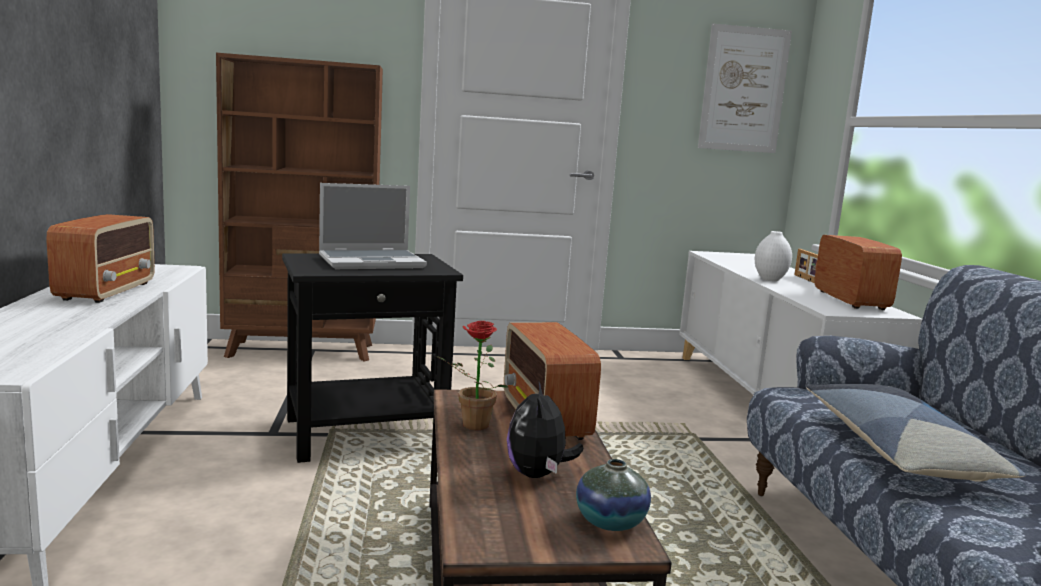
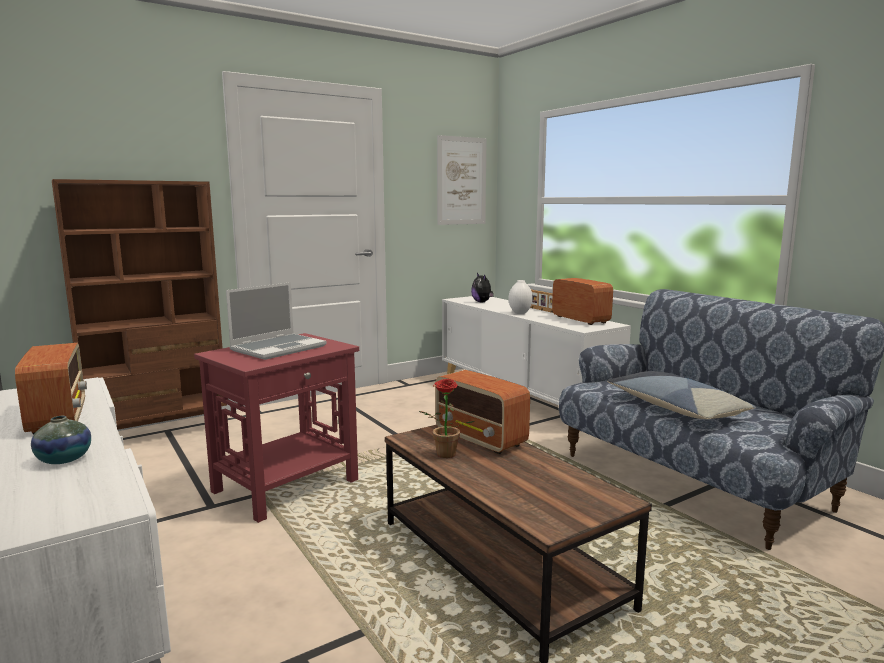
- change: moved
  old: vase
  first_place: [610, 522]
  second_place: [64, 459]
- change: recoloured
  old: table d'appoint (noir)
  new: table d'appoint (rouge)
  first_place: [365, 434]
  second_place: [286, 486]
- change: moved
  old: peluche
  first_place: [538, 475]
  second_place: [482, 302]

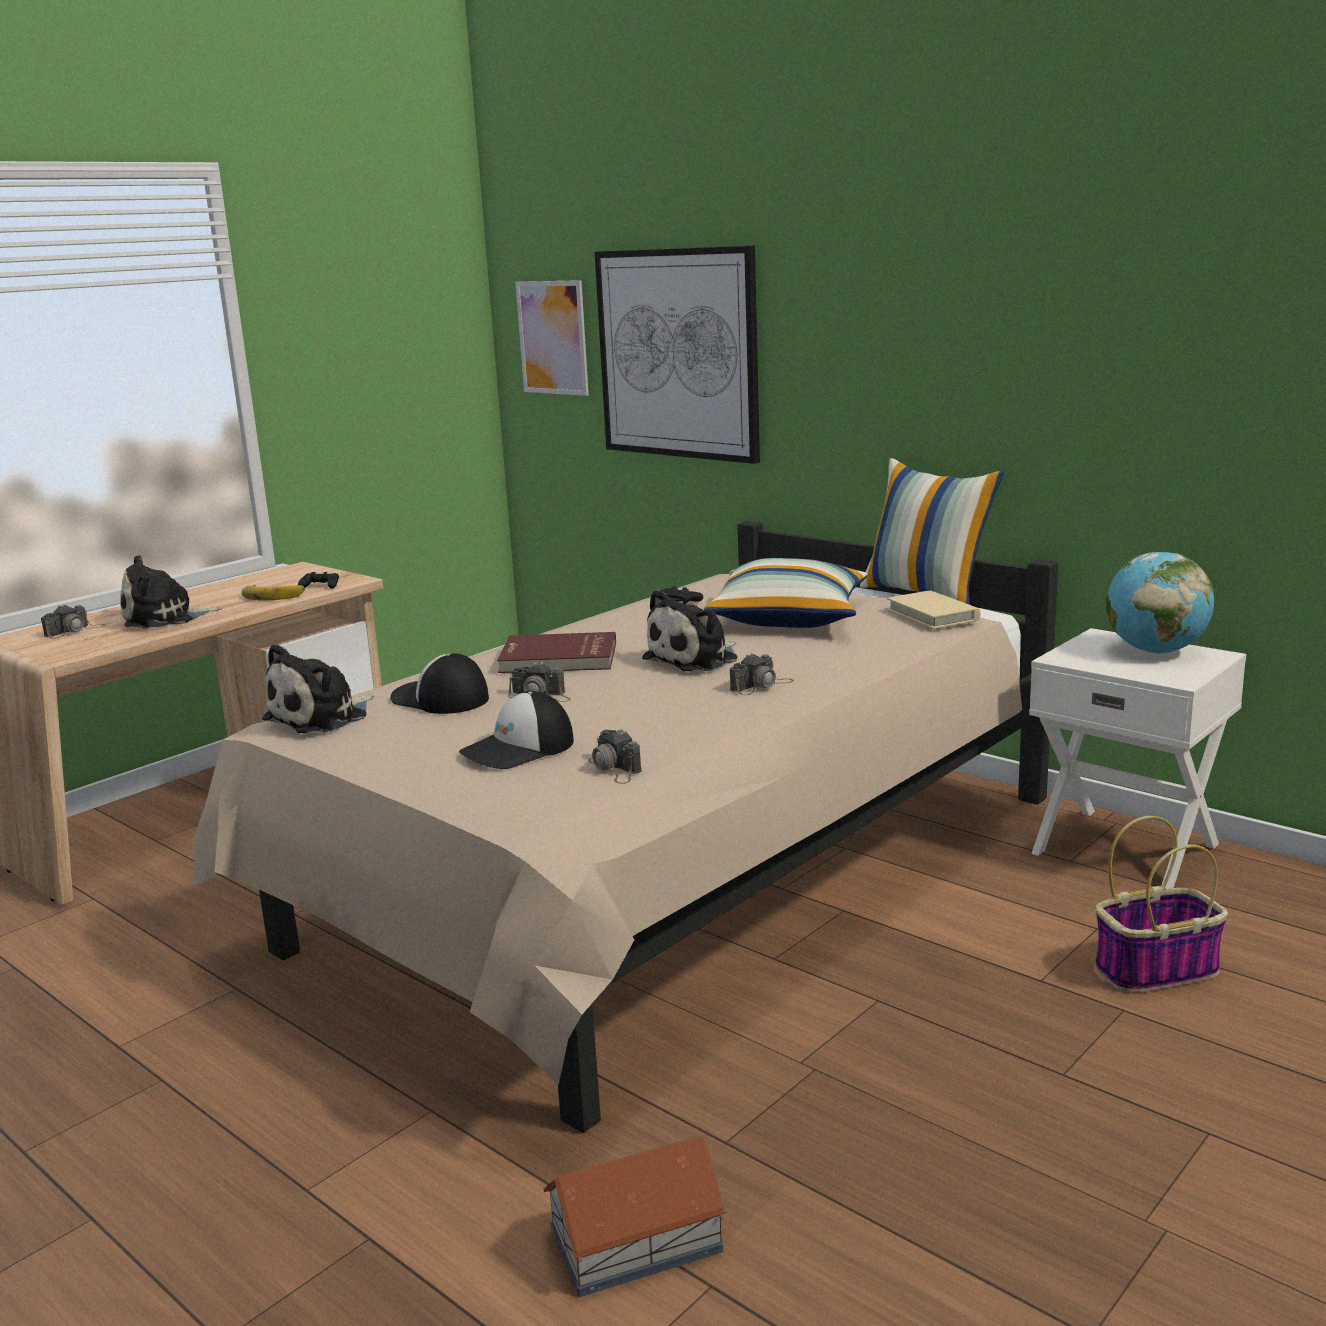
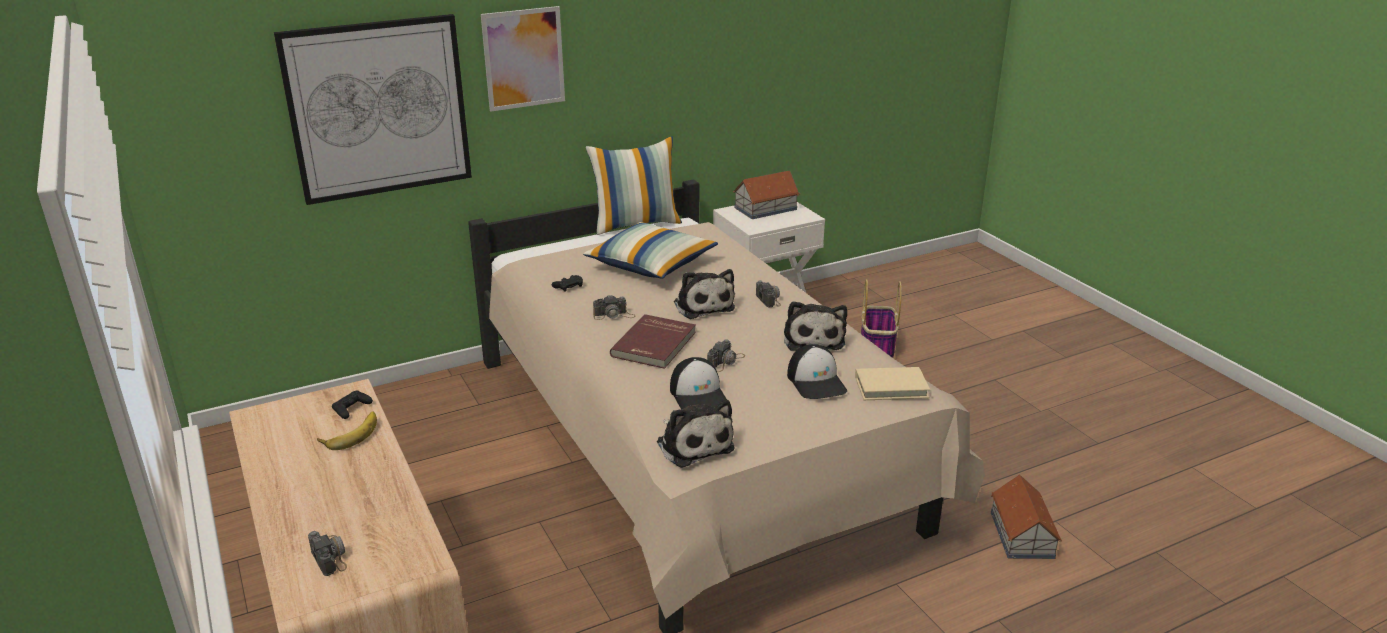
- change: moved
  old: tableau
  first_place: [552, 337]
  second_place: [524, 58]
- change: moved
  old: appareil photo
  first_place: [614, 768]
  second_place: [614, 315]
- change: turned
  old: casquette
  first_place: [439, 699]
  second_place: [699, 395]
  degrees: -75
- change: replaced
  old: globe
  new: maison miniature
  first_place: [1155, 651]
  second_place: [764, 208]
- change: moved
  old: peluche
  first_place: [164, 618]
  second_place: [813, 338]
- change: moved
  old: livre (beige)
  first_place: [932, 615]
  second_place: [891, 387]

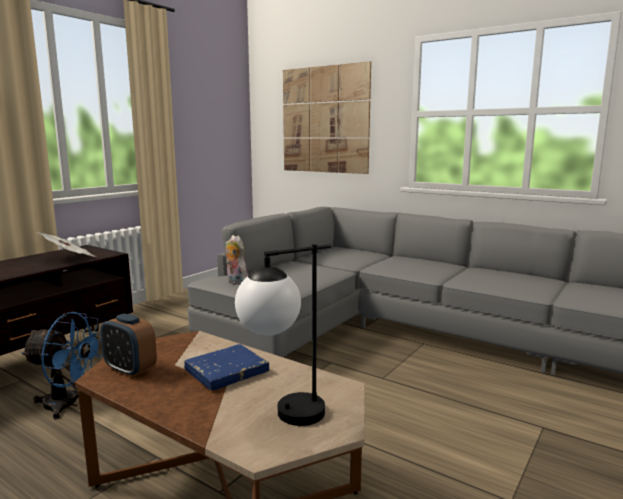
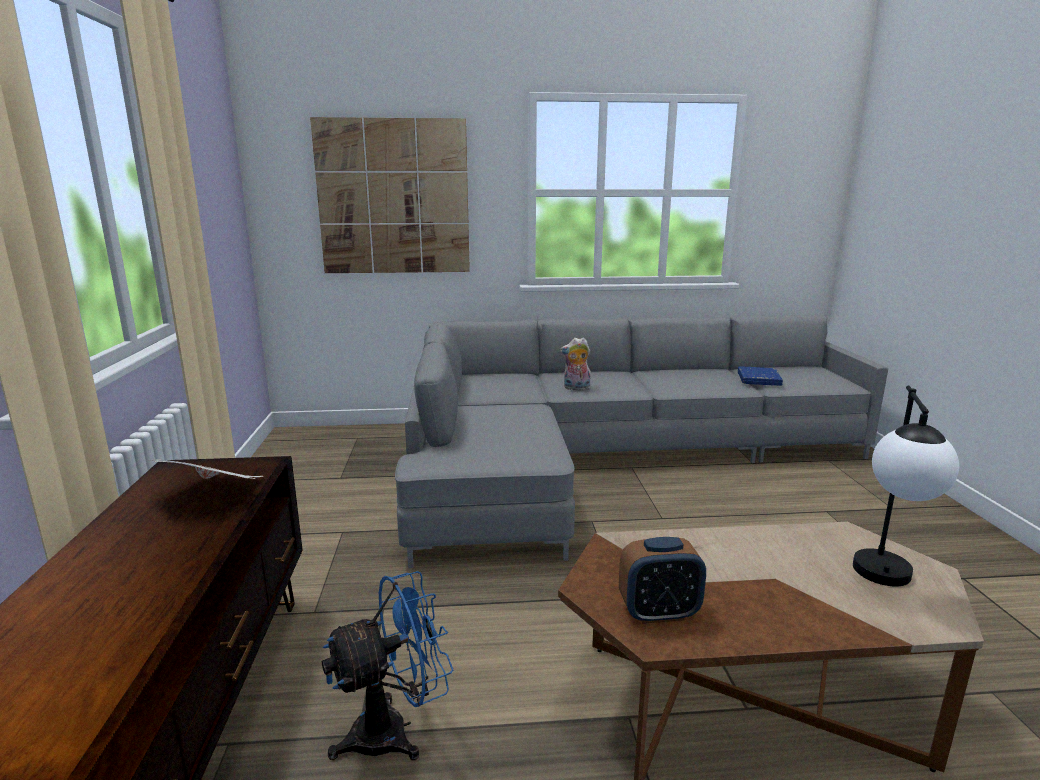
- change: moved
  old: peluche
  first_place: [235, 282]
  second_place: [576, 388]
- change: moved
  old: livre (bleu)
  first_place: [226, 371]
  second_place: [758, 379]

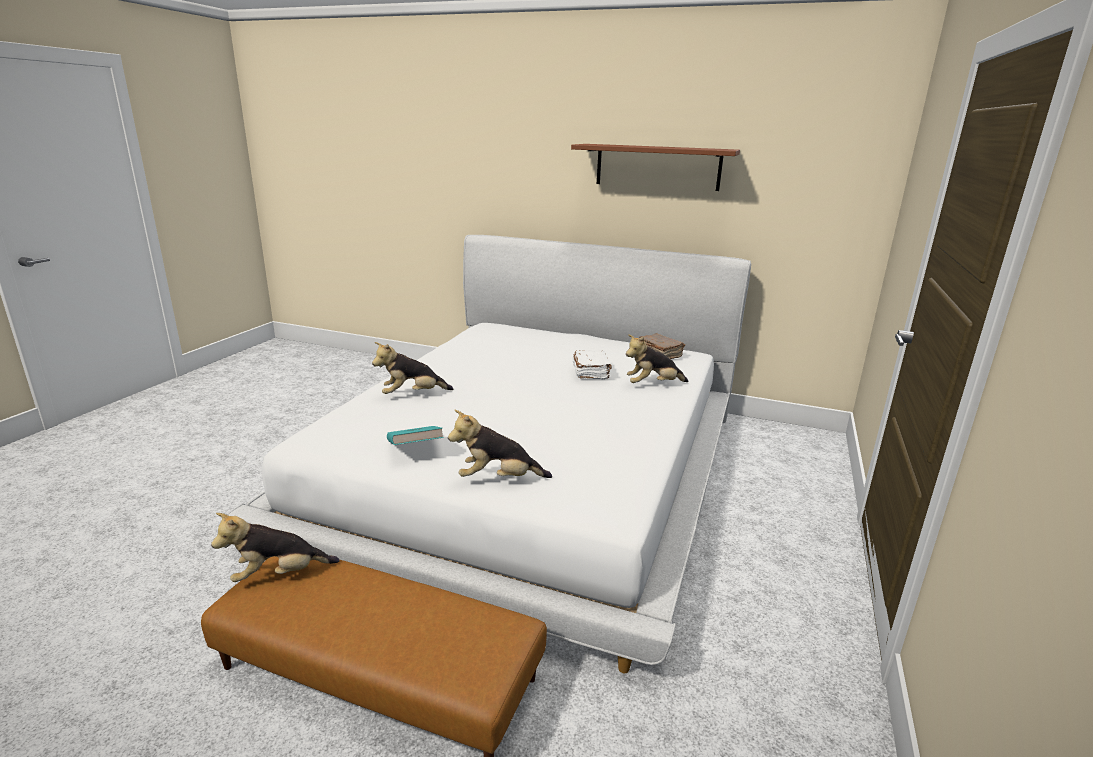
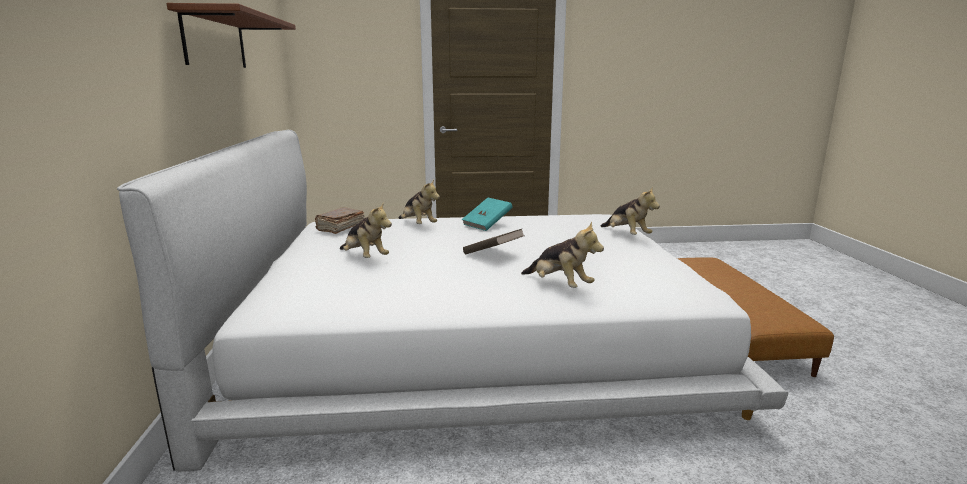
- change: moved
  old: peluche
  first_place: [279, 574]
  second_place: [364, 257]
- change: moved
  old: livre (turquoise)
  first_place: [415, 450]
  second_place: [487, 224]
- change: added
  new: livre (marron)
  second_place: [493, 254]
- change: removed
  old: livre (blanc)
  first_place: [591, 373]

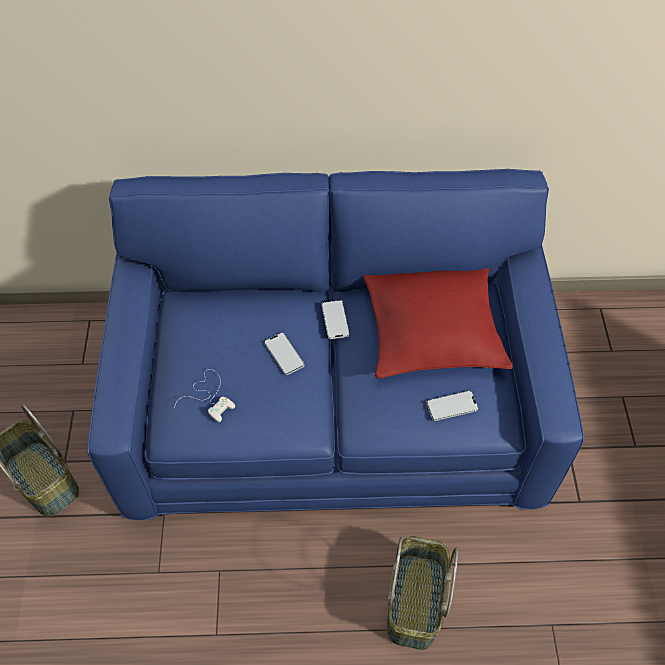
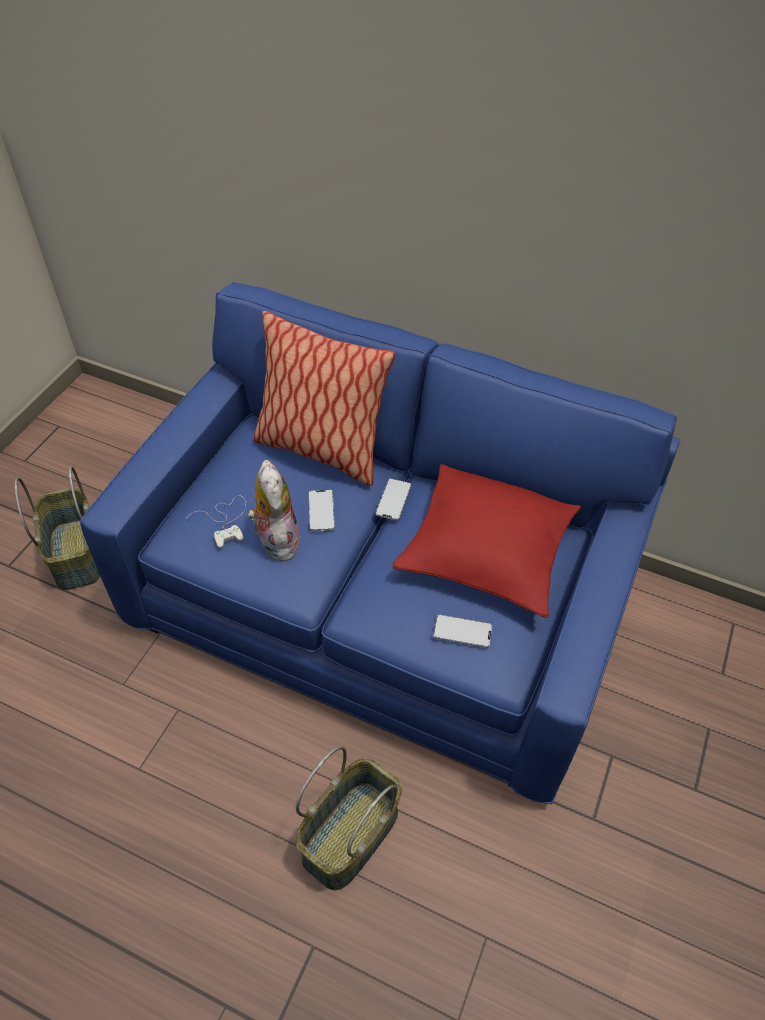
- change: added
  new: peluche
  second_place: [276, 539]
- change: added
  new: coussin
  second_place: [320, 449]

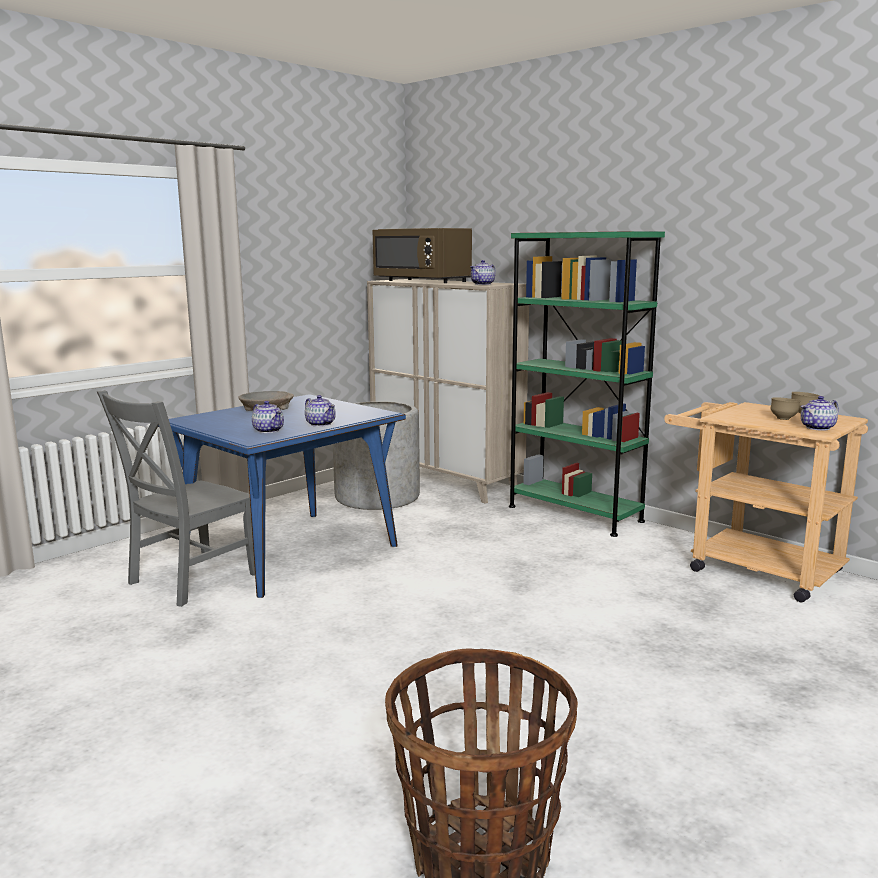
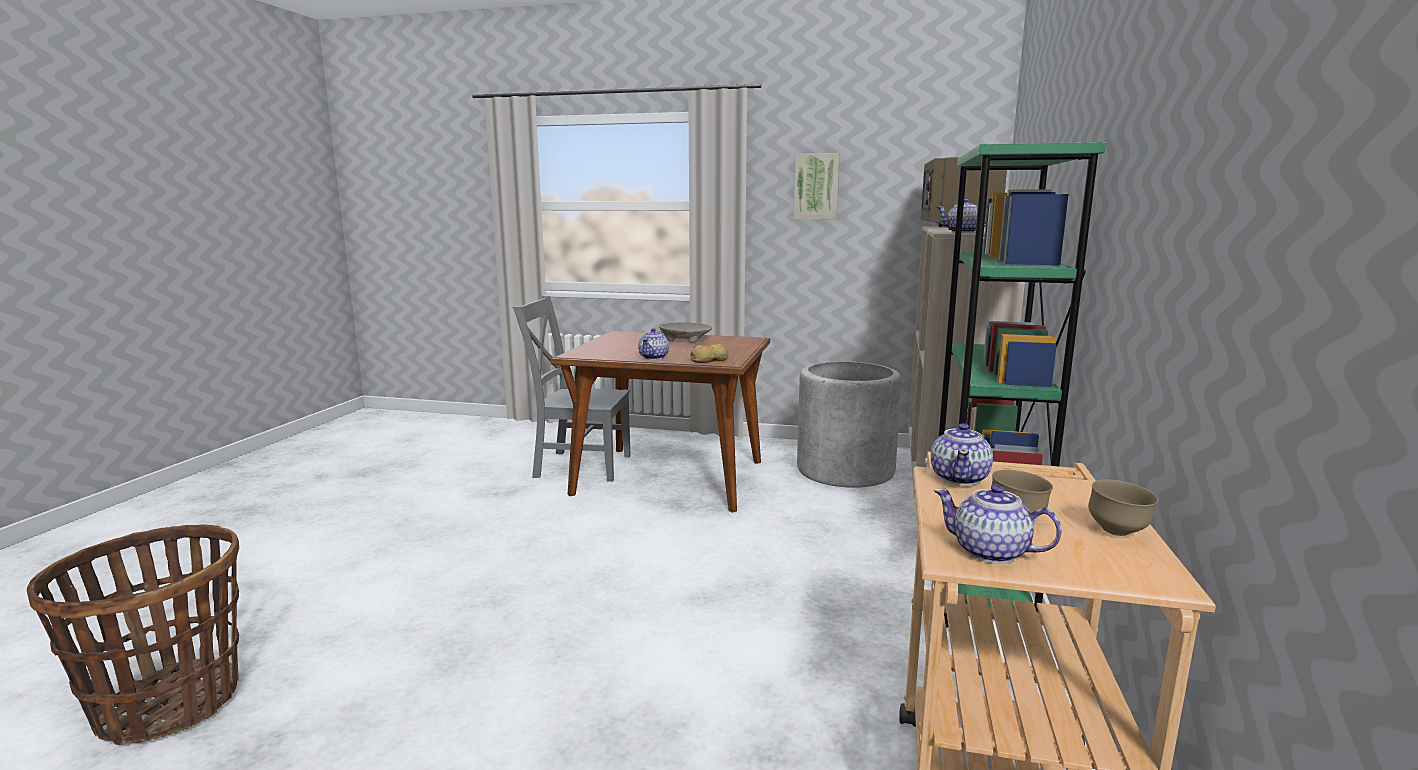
- change: recoloured
  old: table à manger (bleu)
  new: table à manger (marron)
  first_place: [291, 550]
  second_place: [670, 478]
- change: added
  new: pain
  second_place: [710, 360]
- change: added
  new: tableau
  second_place: [816, 186]
- change: moved
  old: théière
  first_place: [268, 430]
  second_place: [960, 478]

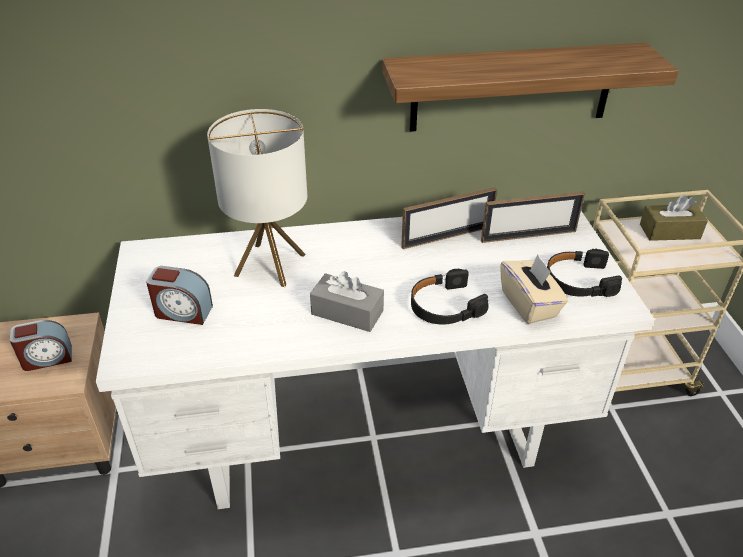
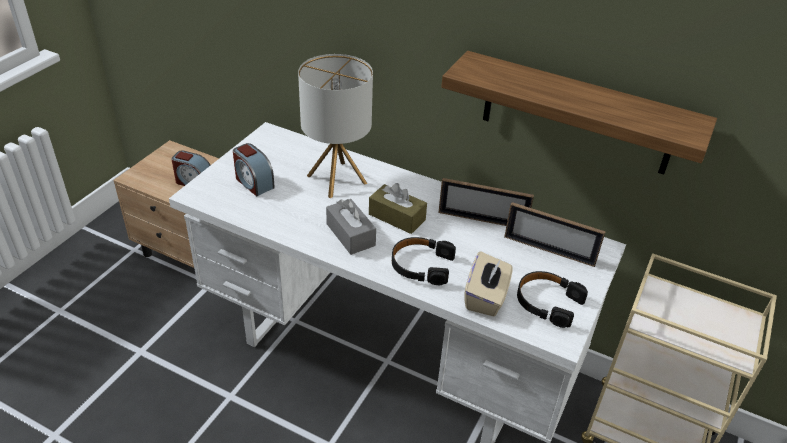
- change: moved
  old: boîte à mouchoirs (marron)
  first_place: [669, 231]
  second_place: [397, 217]

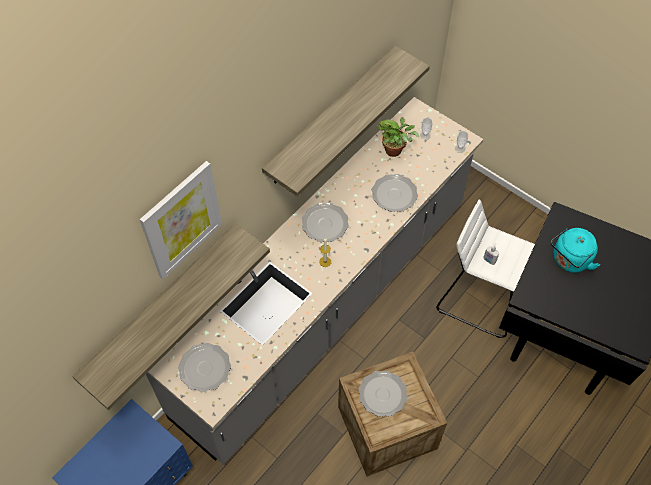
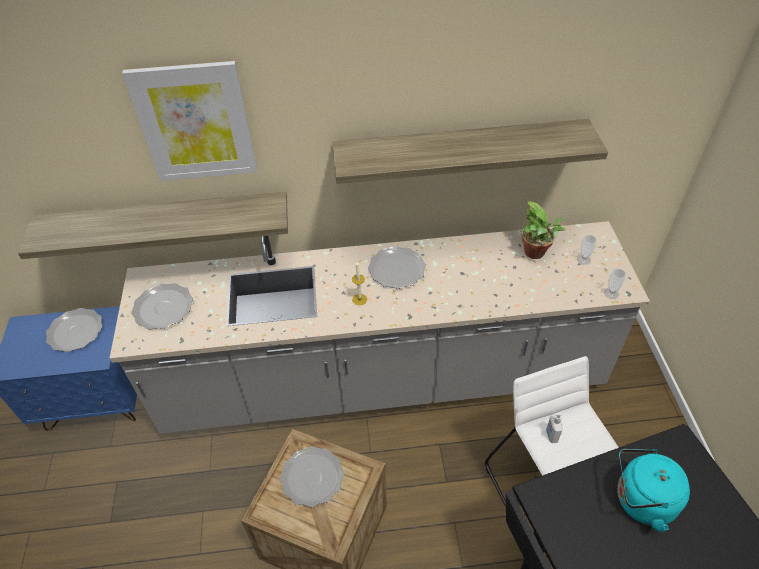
- change: moved
  old: assiette
  first_place: [394, 194]
  second_place: [76, 331]

